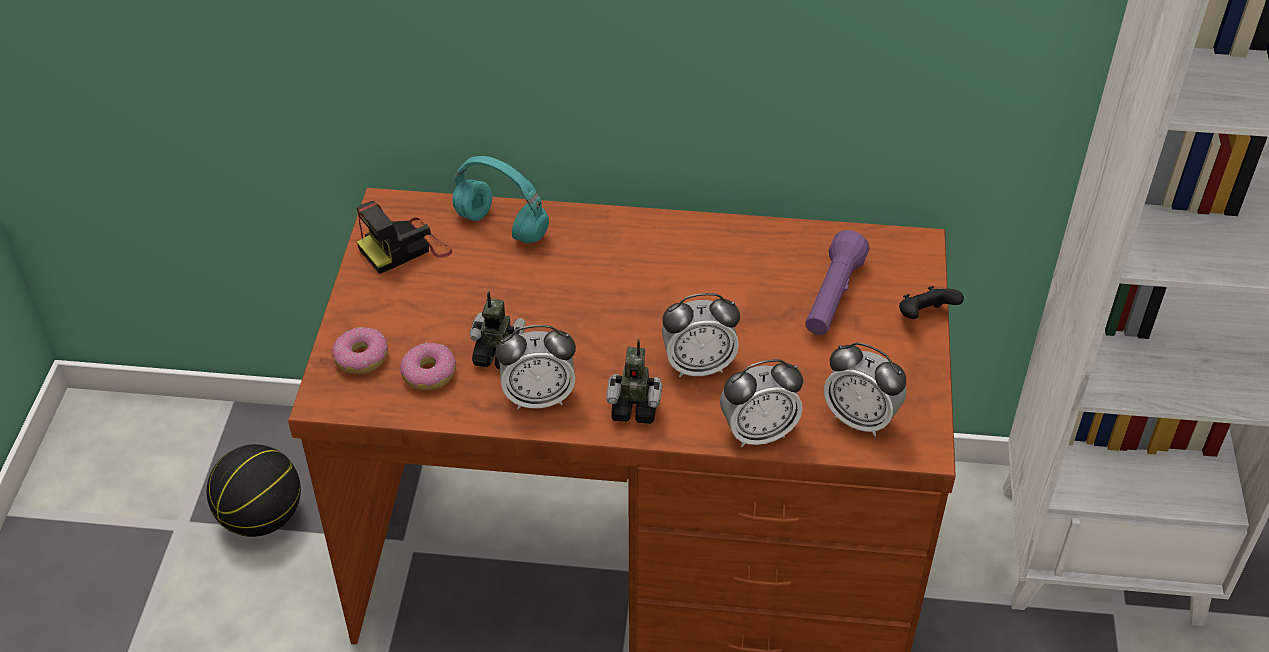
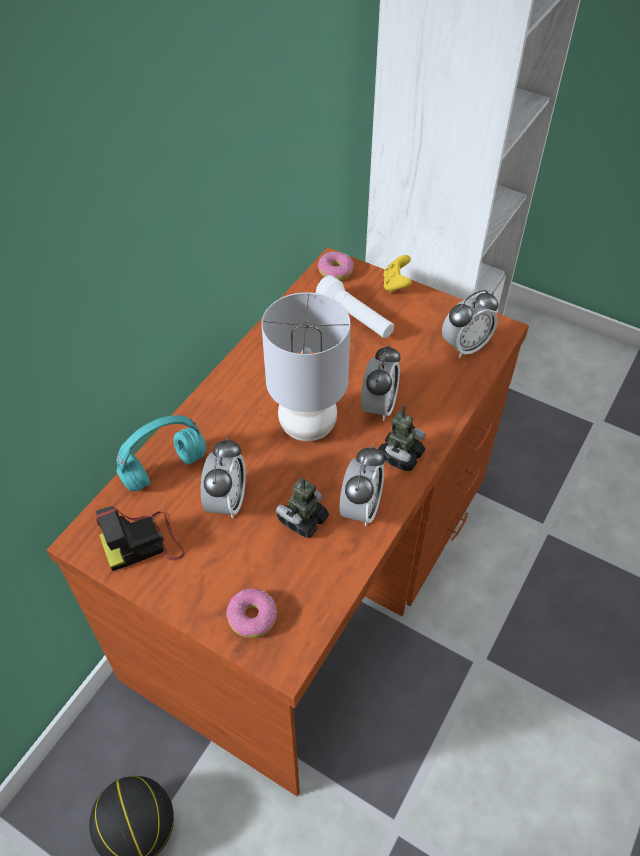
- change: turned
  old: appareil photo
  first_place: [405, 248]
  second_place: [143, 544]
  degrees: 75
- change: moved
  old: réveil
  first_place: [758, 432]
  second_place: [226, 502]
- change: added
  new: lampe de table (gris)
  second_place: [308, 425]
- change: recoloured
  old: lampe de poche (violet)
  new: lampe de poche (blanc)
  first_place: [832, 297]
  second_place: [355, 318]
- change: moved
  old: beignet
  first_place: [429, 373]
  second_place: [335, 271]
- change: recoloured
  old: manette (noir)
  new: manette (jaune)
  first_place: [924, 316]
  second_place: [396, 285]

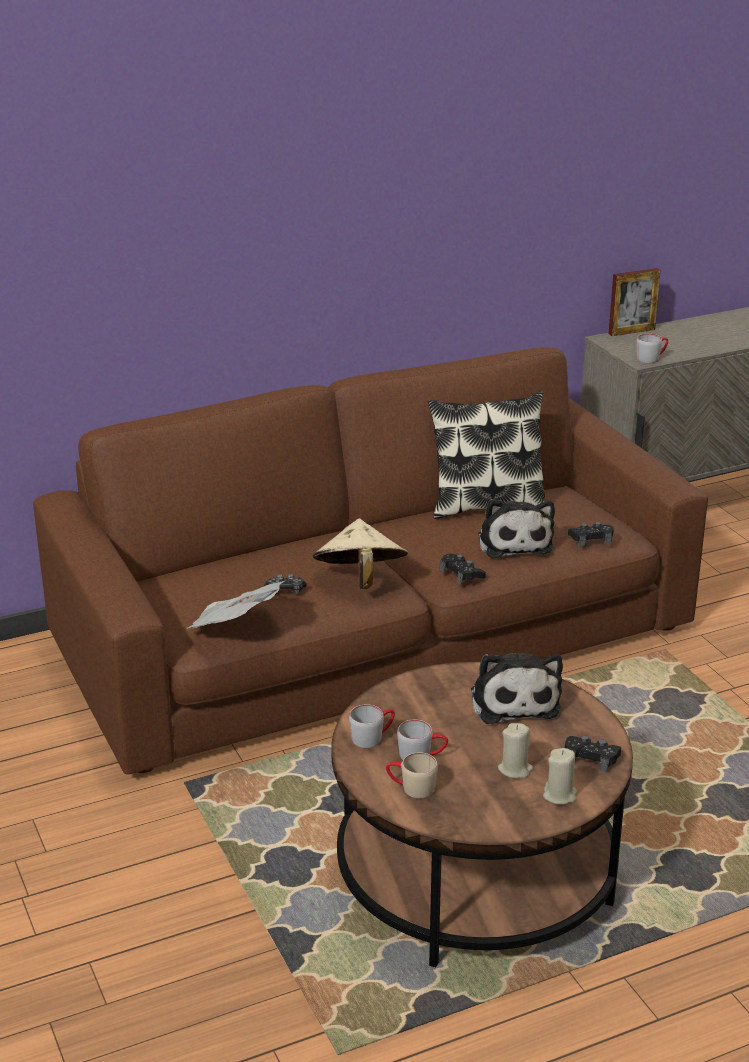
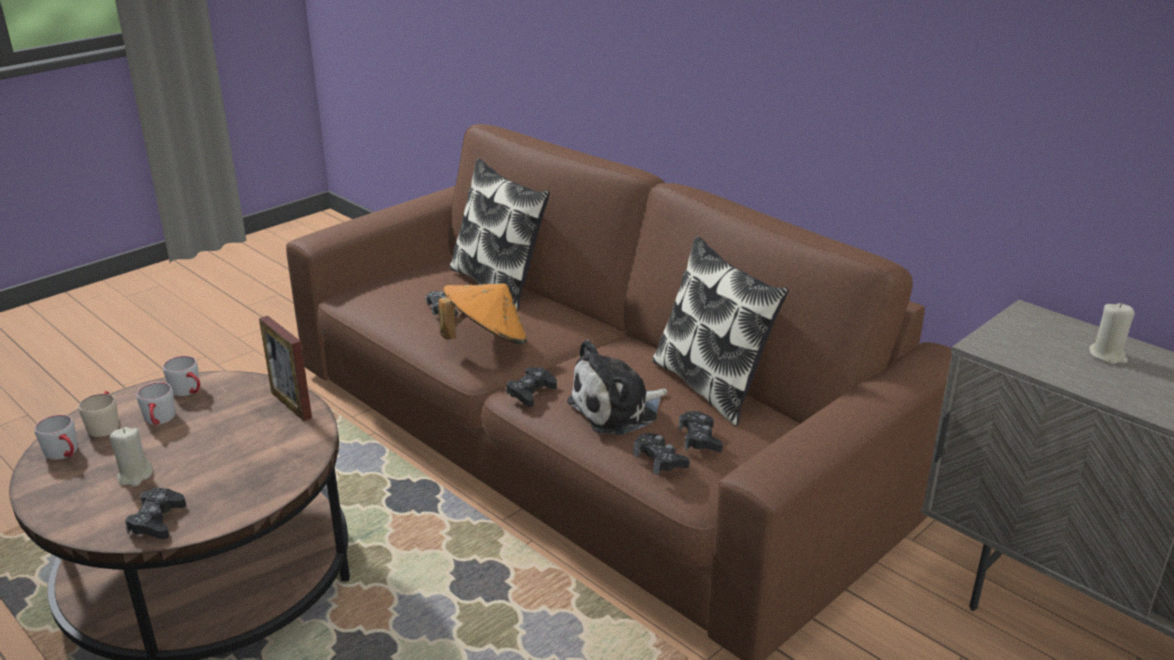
- change: moved
  old: mug (gris)
  first_place: [652, 358]
  second_place: [65, 454]
- change: moved
  old: cadre photo
  first_place: [631, 331]
  second_place: [291, 405]
- change: recoloured
  old: chapeau (beige)
  new: chapeau (orange)
  first_place: [359, 580]
  second_place: [486, 342]
- change: added
  new: coussin
  second_place: [498, 283]
- change: added
  new: manette (noir)
  second_place: [699, 439]
- change: moved
  old: bougie (beige)
  first_place: [560, 795]
  second_place: [1107, 355]
- change: removed
  old: journal
  first_place: [236, 627]
- change: removed
  old: peluche
  first_place: [513, 700]

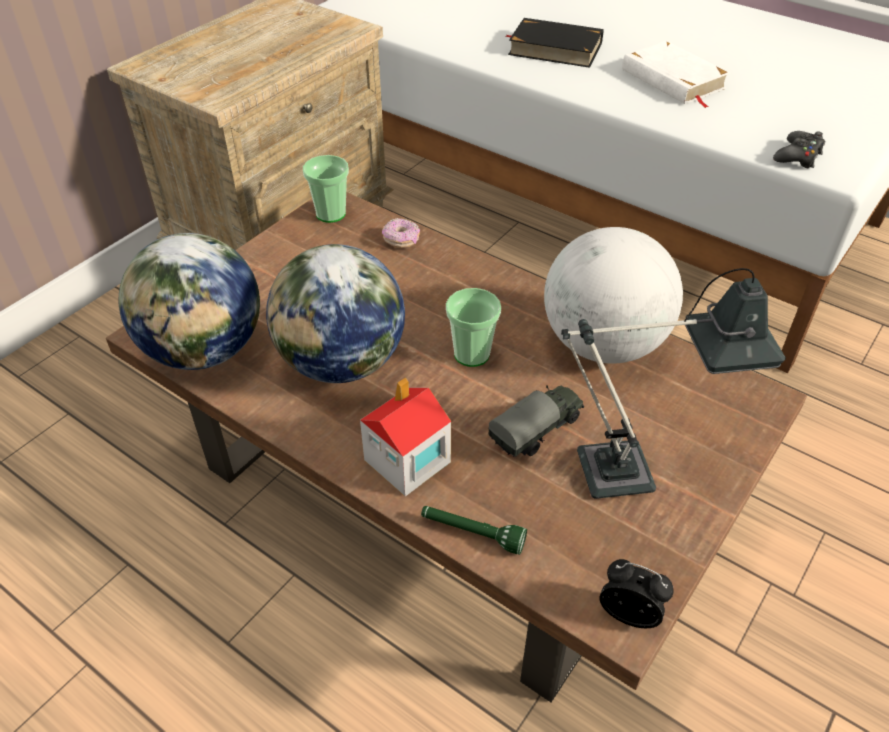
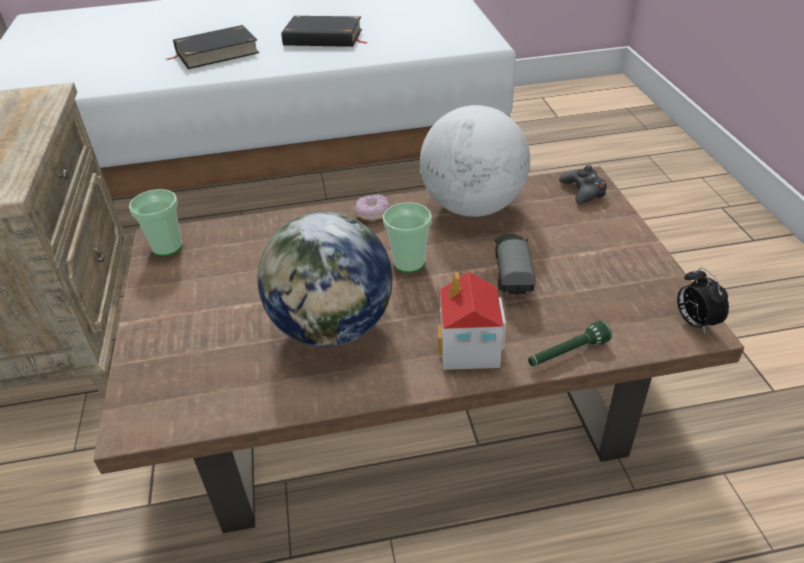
- change: recoloured
  old: livre (blanc)
  new: livre (noir)
  first_place: [672, 79]
  second_place: [323, 37]
- change: moved
  old: beignet
  first_place: [401, 240]
  second_place: [372, 214]
- change: moved
  old: manette (noir)
  first_place: [798, 156]
  second_place: [583, 191]
- change: turned
  old: réveil
  first_place: [630, 613]
  second_place: [694, 322]
  degrees: -90
- change: removed
  old: globe
  first_place: [205, 351]
- change: removed
  old: lampe de table
  first_place: [634, 469]

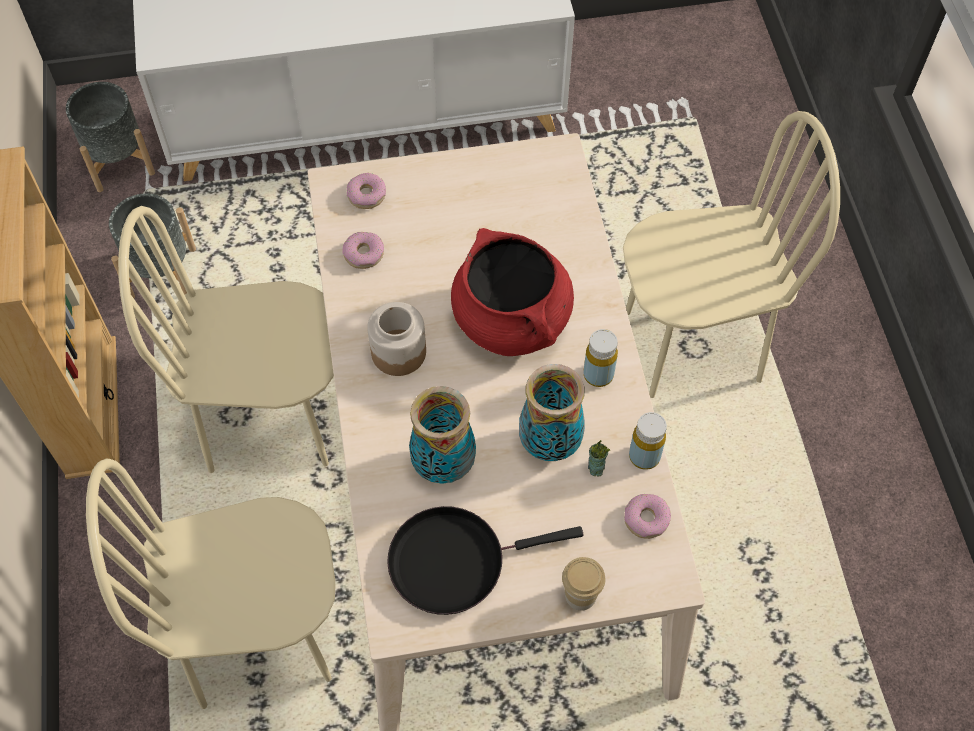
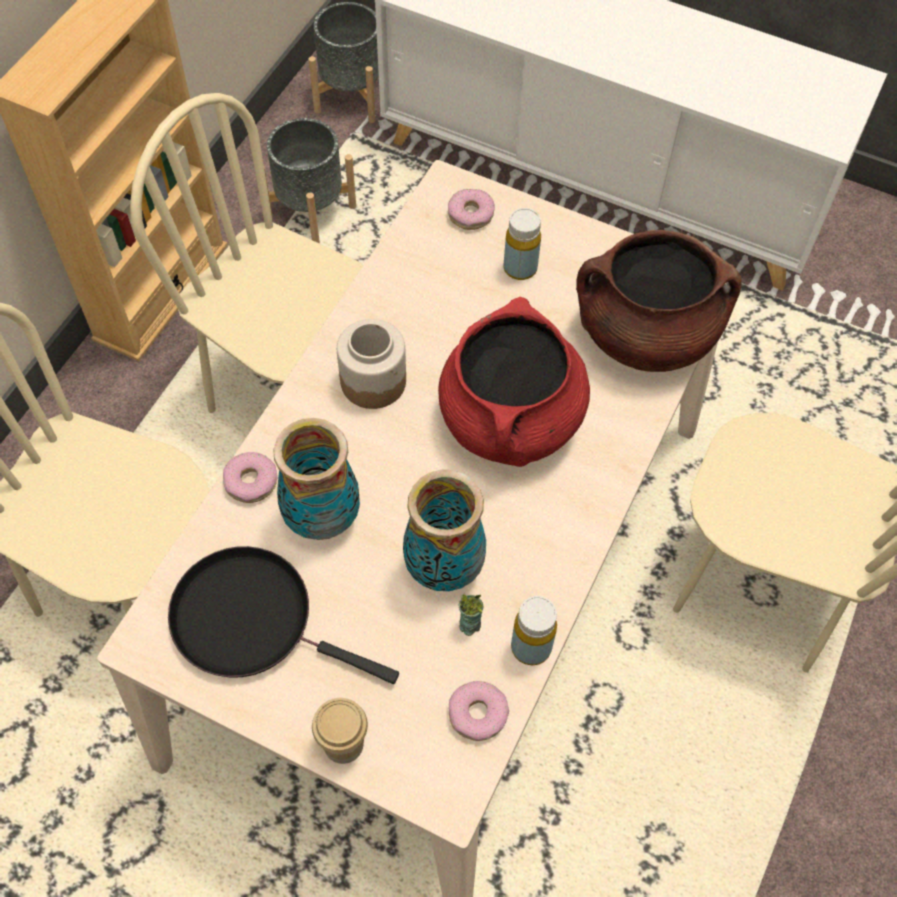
- change: moved
  old: beignet
  first_place: [364, 254]
  second_place: [251, 481]
- change: moved
  old: bouteille (jaune)
  first_place: [598, 375]
  second_place: [520, 268]
- change: added
  new: marmite (marron)
  second_place: [646, 335]

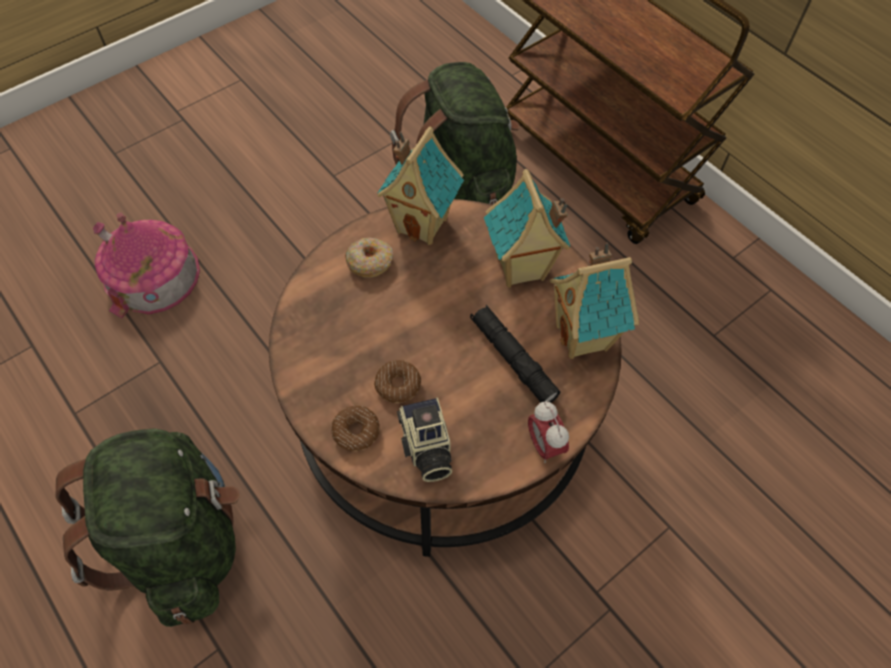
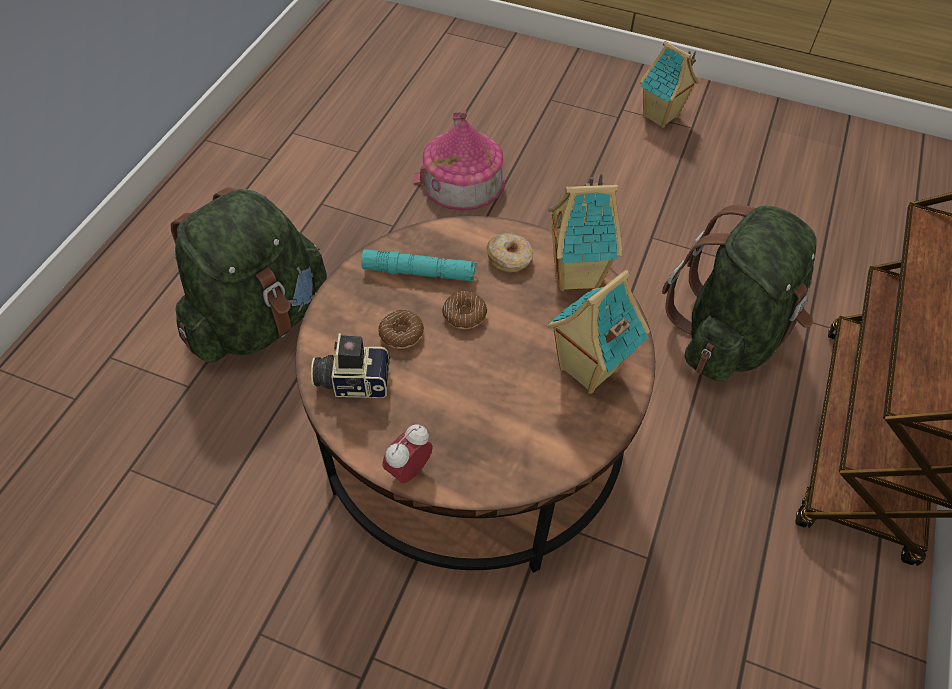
- change: turned
  old: appareil photo
  first_place: [425, 448]
  second_place: [353, 380]
  degrees: 45
- change: added
  new: lampe de poche (turquoise)
  second_place: [419, 272]
- change: moved
  old: beignet
  first_place: [356, 431]
  second_place: [464, 315]
- change: moved
  old: maison miniature
  first_place: [584, 337]
  second_place: [661, 117]
- change: removed
  old: lampe de poche (noir)
  first_place: [513, 359]

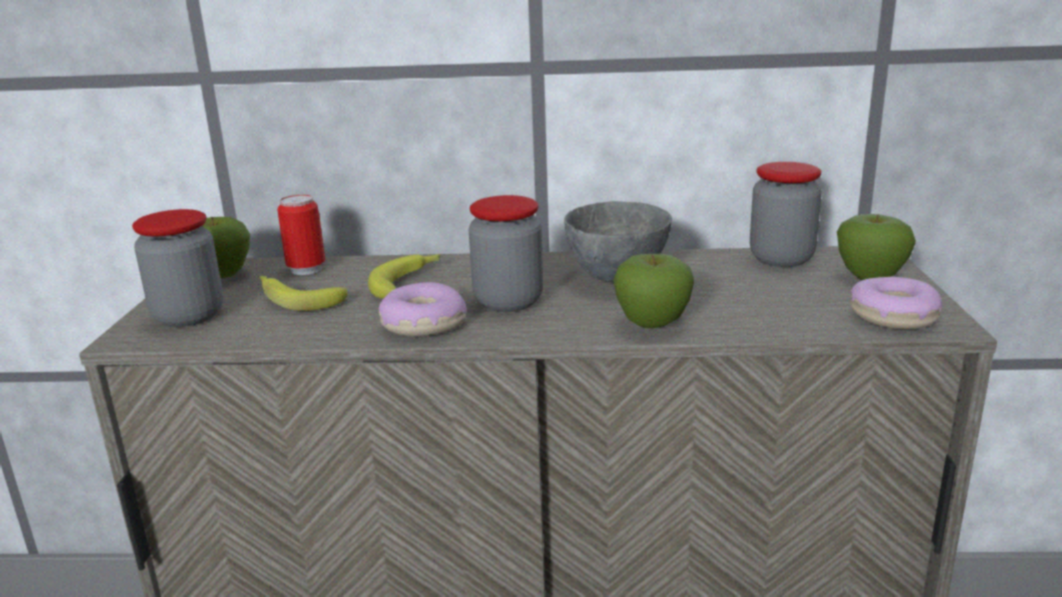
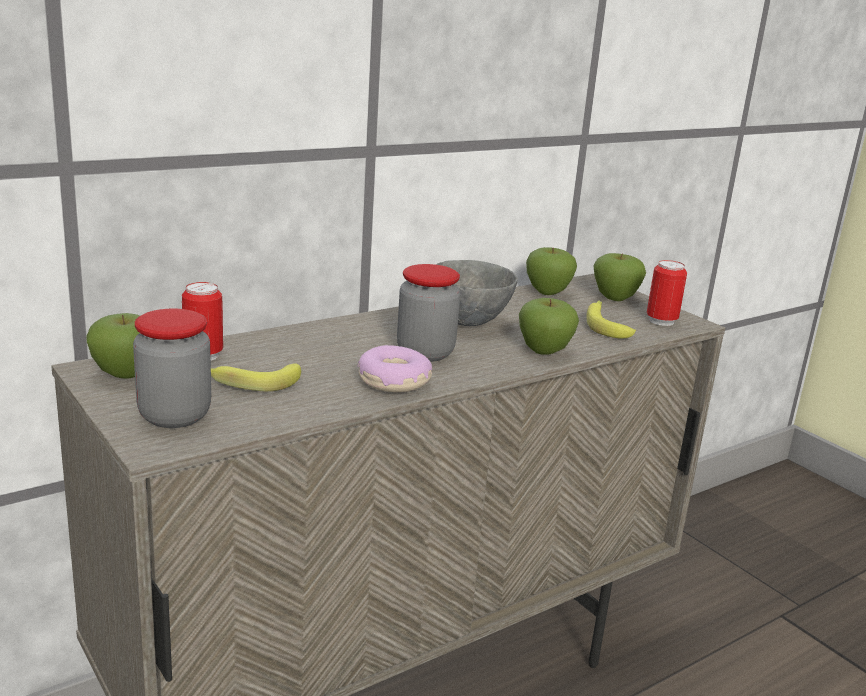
- change: replaced
  old: bocal
  new: pomme
  first_place: [781, 259]
  second_place: [548, 292]
- change: moved
  old: banane
  first_place: [408, 282]
  second_place: [606, 325]
- change: replaced
  old: beignet
  new: boîte métallique
  first_place: [893, 315]
  second_place: [661, 321]

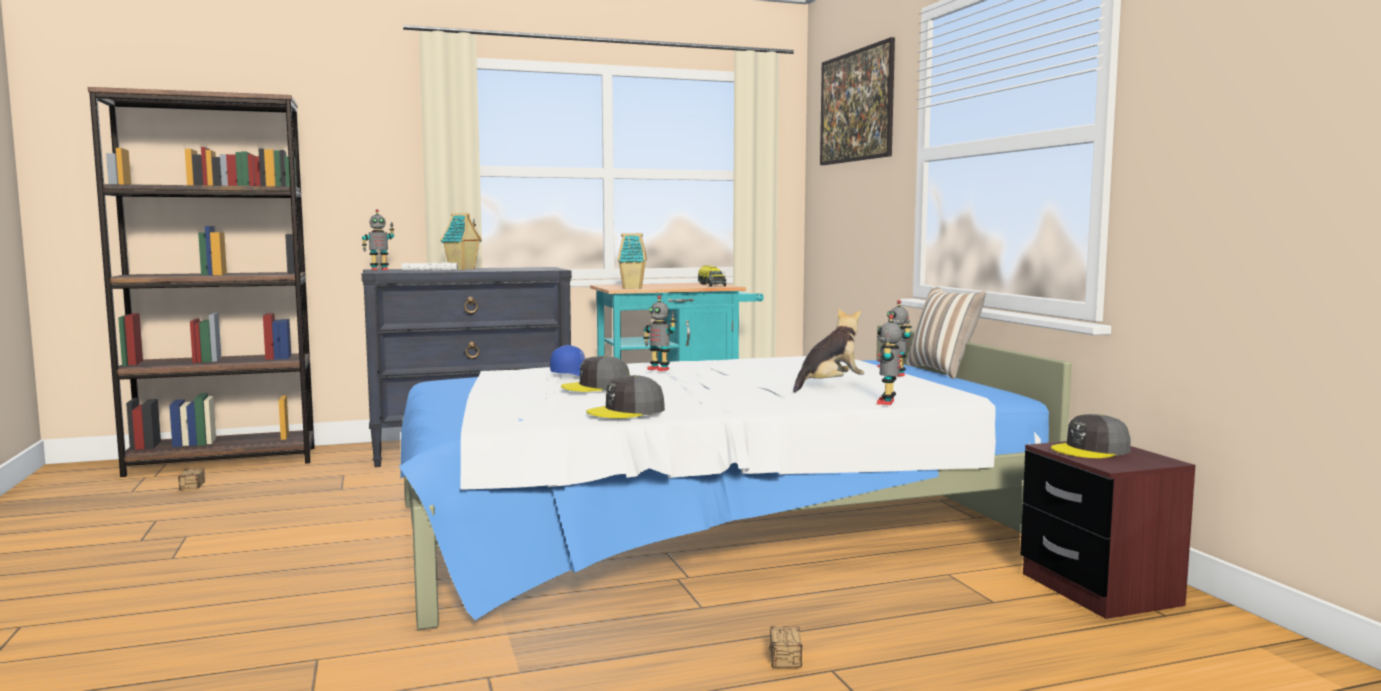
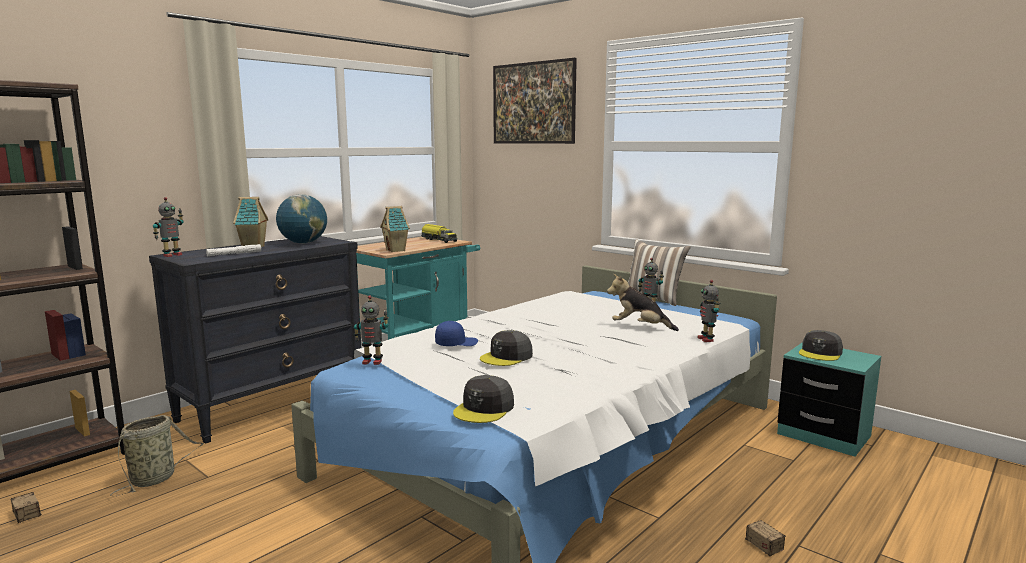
- change: added
  new: panier
  second_place: [156, 478]
- change: added
  new: globe
  second_place: [303, 243]
- change: moved
  old: robot jouet
  first_place: [659, 369]
  second_place: [372, 362]
- change: moved
  old: casquette (gris)
  first_place: [627, 411]
  second_place: [484, 409]
- change: turned
  old: peluche
  first_place: [829, 386]
  second_place: [639, 327]
  degrees: -90
- change: recoloured
  old: table de chevet (marron)
  new: table de chevet (turquoise)
  first_place: [1099, 590]
  second_place: [823, 435]

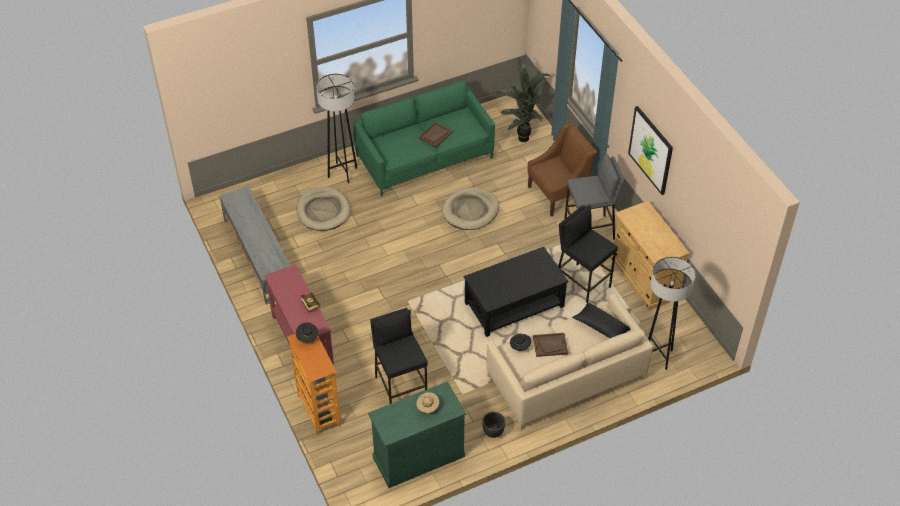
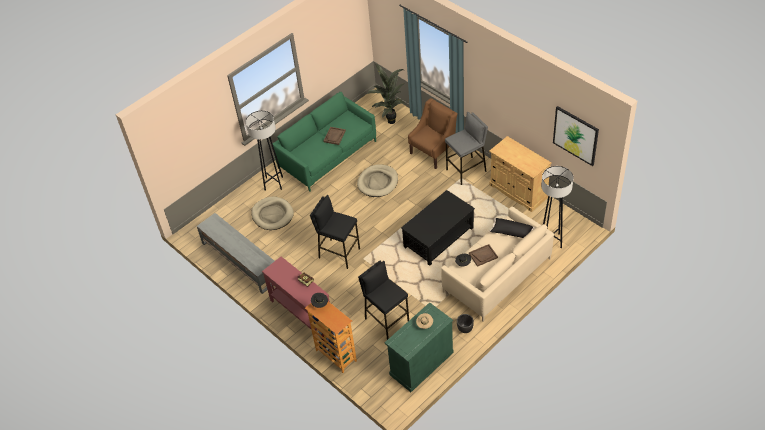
- change: moved
  old: tabouret (noir)
  first_place: [582, 285]
  second_place: [339, 253]
- change: moved
  old: tableau
  first_place: [651, 150]
  second_place: [575, 135]

